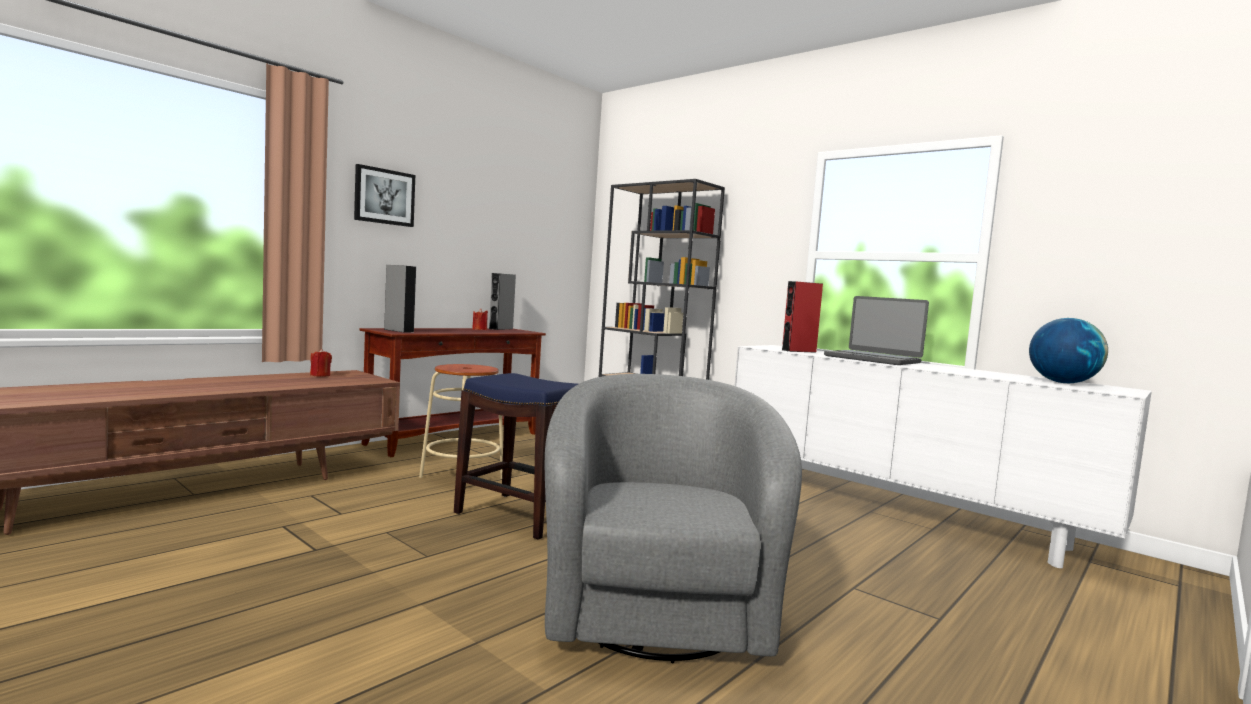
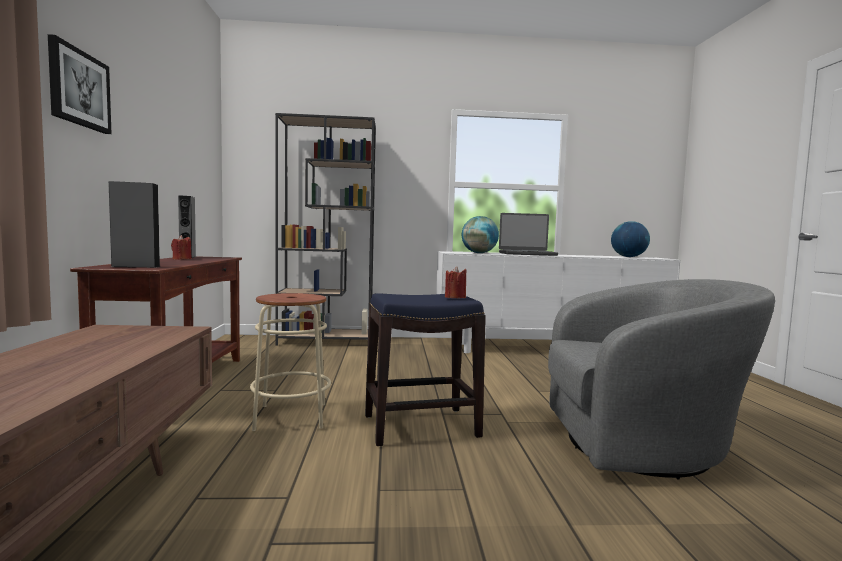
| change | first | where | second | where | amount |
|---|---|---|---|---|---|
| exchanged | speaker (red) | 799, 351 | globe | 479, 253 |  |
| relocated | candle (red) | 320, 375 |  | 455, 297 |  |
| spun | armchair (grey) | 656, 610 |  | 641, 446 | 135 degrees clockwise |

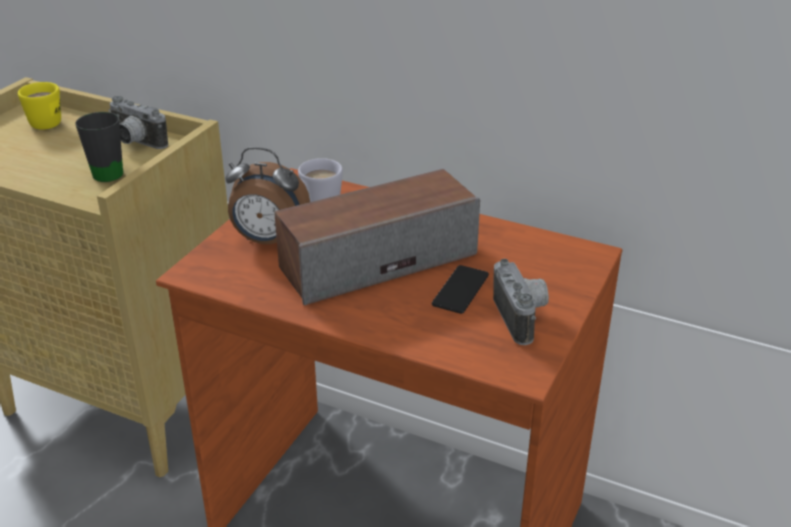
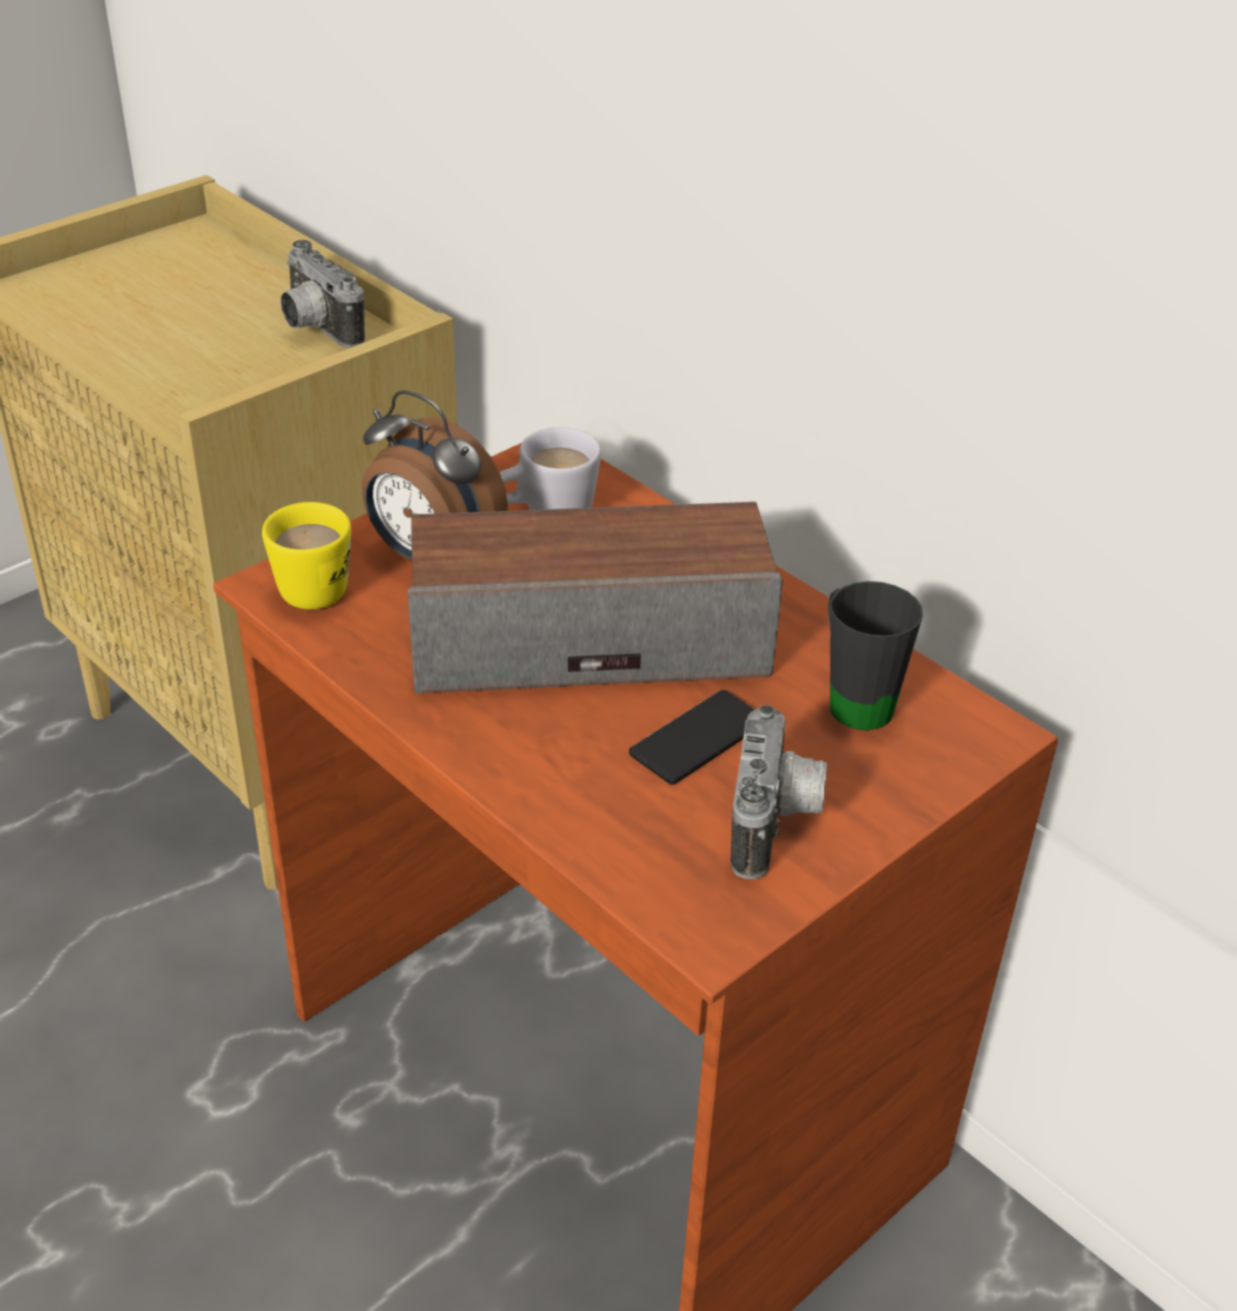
| change | first | where | second | where | amount |
|---|---|---|---|---|---|
| relocated | mug (yellow) | 44, 121 |  | 313, 584 |  |
| relocated | mug (black) | 103, 171 |  | 852, 698 |  |

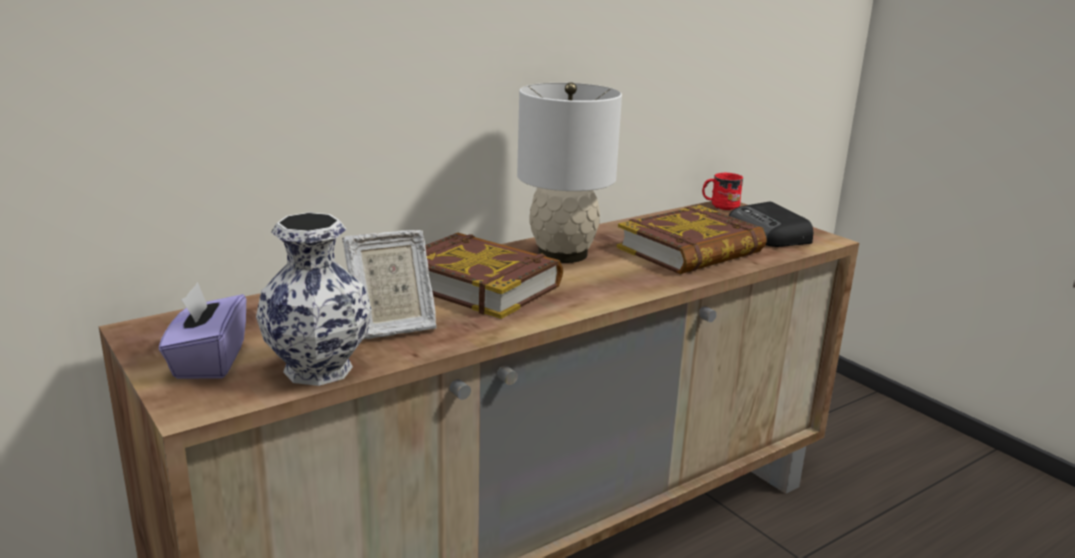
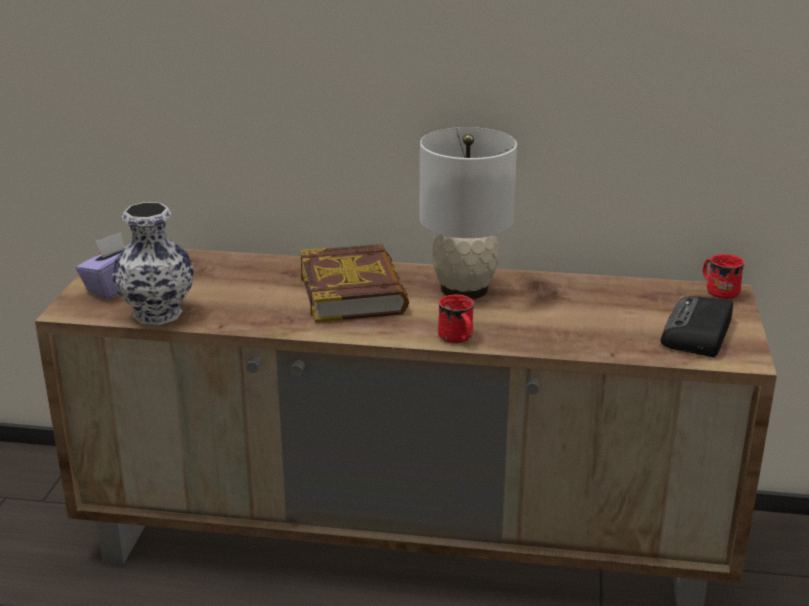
| change | first | where | second | where | amount |
|---|---|---|---|---|---|
| missing | book | 691, 250 |  |  |  |
| missing | picture frame | 391, 326 |  |  |  |
| appeared |  |  | mug (red) | 457, 339 |  |

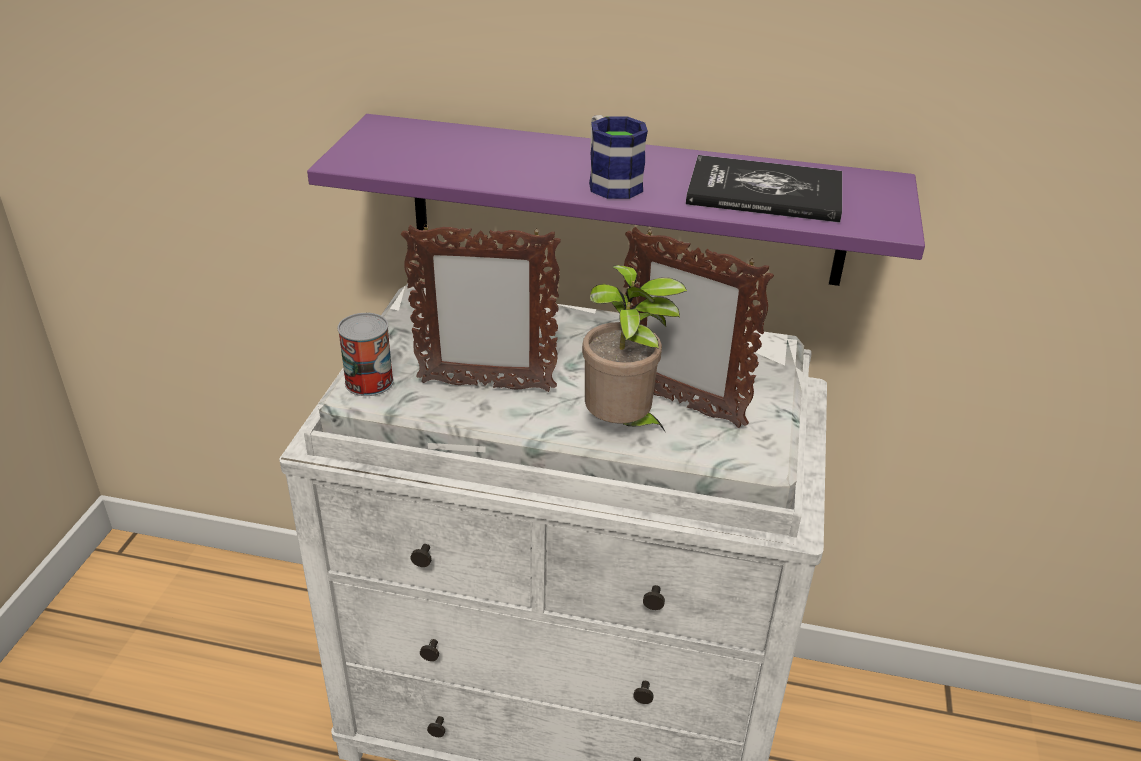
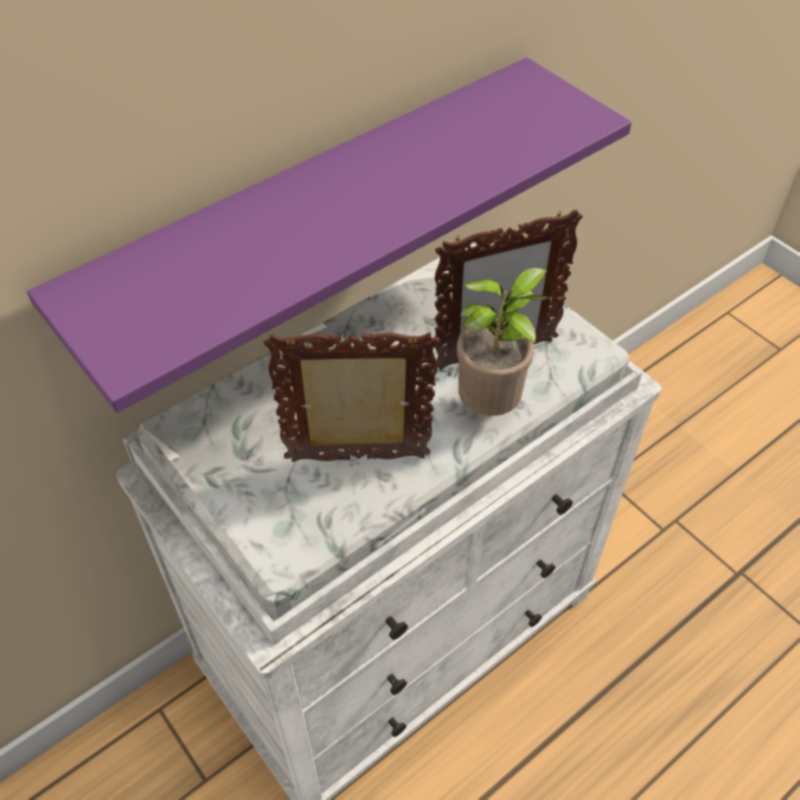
| change | first | where | second | where | amount |
|---|---|---|---|---|---|
| missing | mug | 610, 182 |  |  |  |
| missing | book | 764, 192 |  |  |  |
| spun | picture frame | 485, 386 |  | 359, 459 | 135 degrees counterclockwise |
| missing | can | 369, 382 |  |  |  |

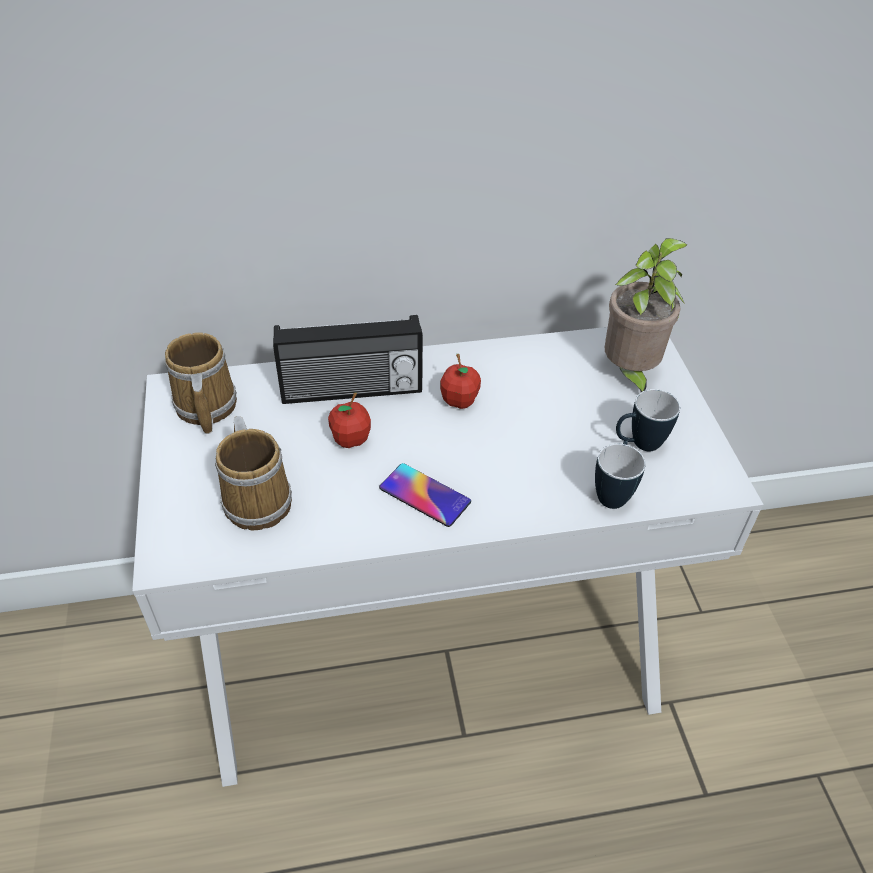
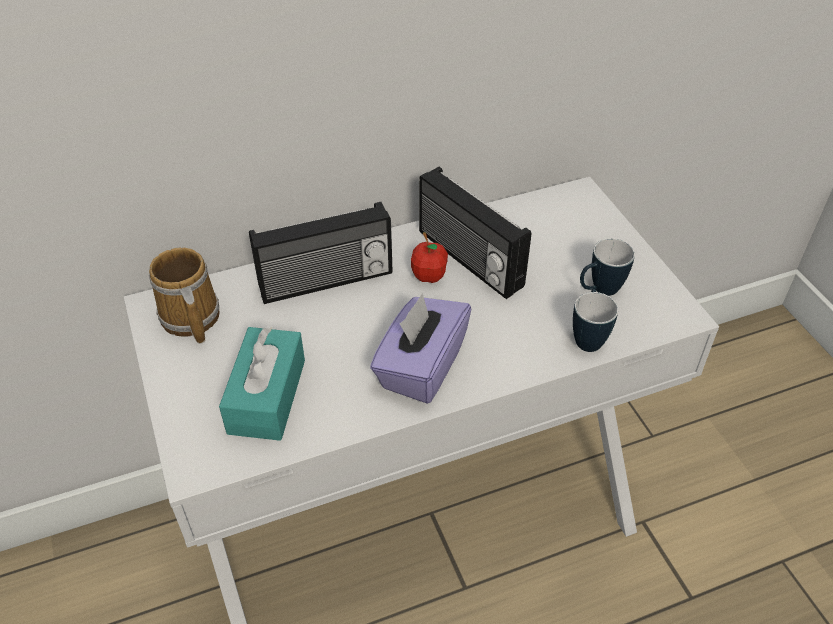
| change | first | where | second | where | amount |
|---|---|---|---|---|---|
| missing | potted plant | 629, 374 |  |  |  |
| missing | apple | 350, 439 |  |  |  |
| exchanged | mug | 259, 498 | tissue box (turquoise) | 267, 396 |  |
| exchanged | phone | 425, 495 | tissue box (purple) | 421, 367 |  |
| appeared |  |  | radio | 468, 260 |  |

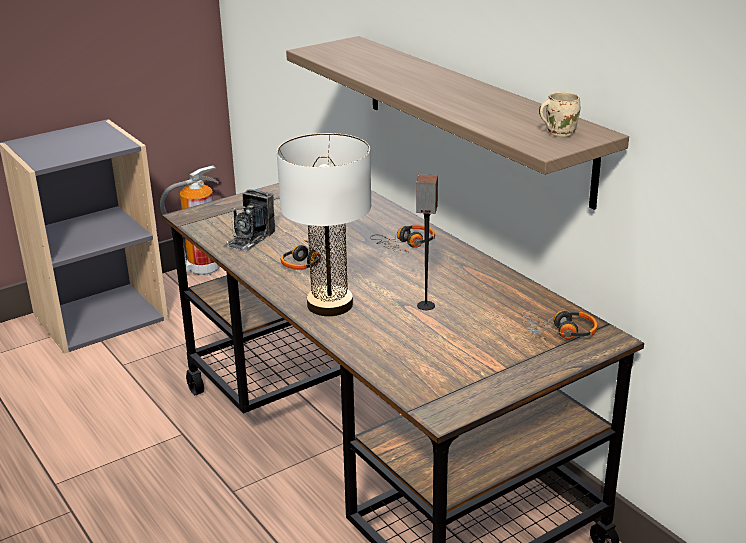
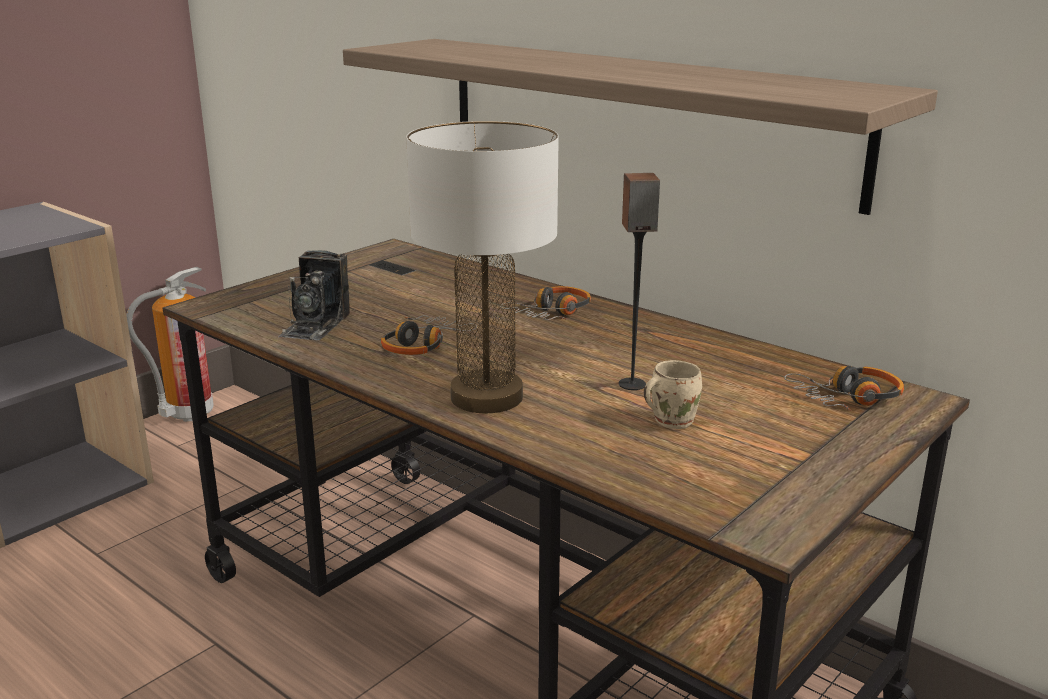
| change | first | where | second | where | amount |
|---|---|---|---|---|---|
| relocated | mug (beige) | 558, 132 |  | 670, 420 |  |

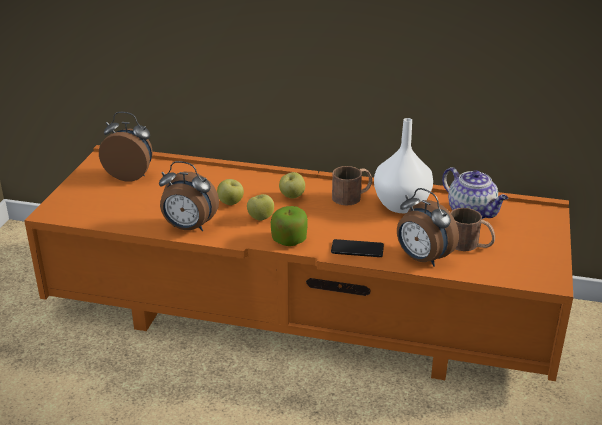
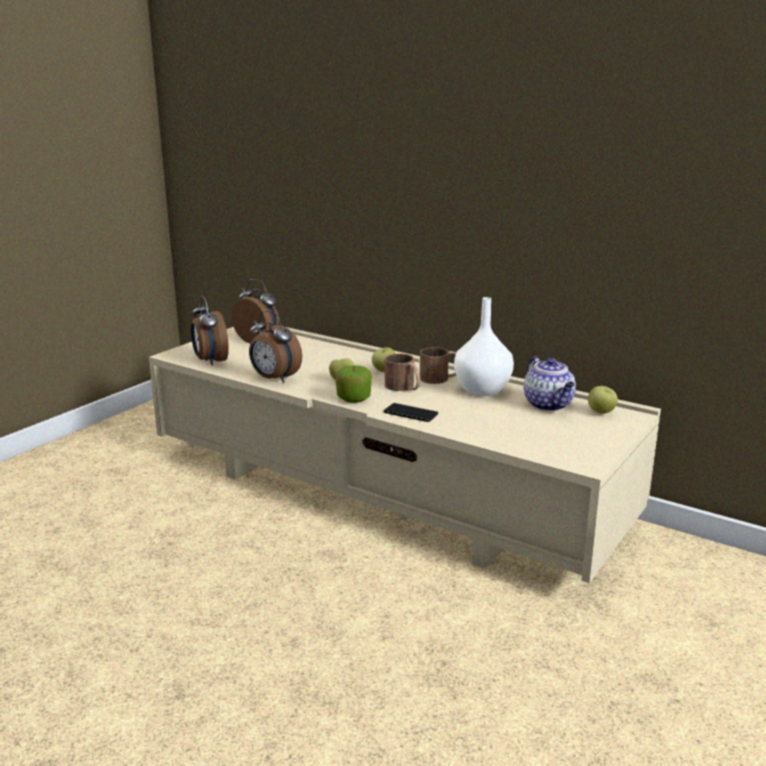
| change | first | where | second | where | amount |
|---|---|---|---|---|---|
| colour | tv stand (orange) | 302, 309 | tv stand (beige) | 385, 488 |  |
| relocated | apple | 231, 203 |  | 601, 412 |  |
| relocated | alarm clock | 422, 259 |  | 210, 361 |  |
| relocated | mug (brown) | 470, 244 |  | 404, 387 |  |

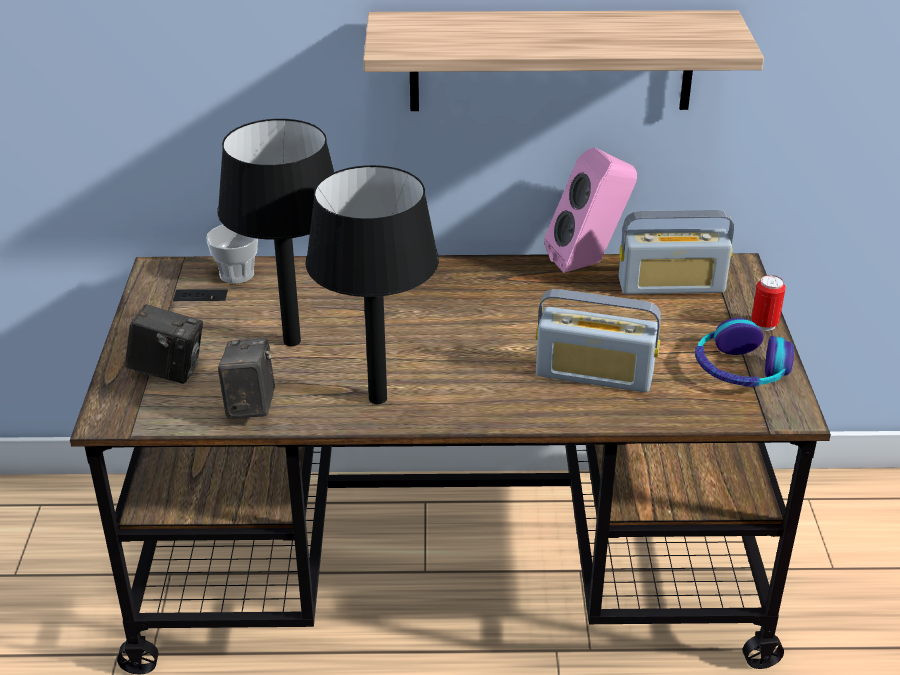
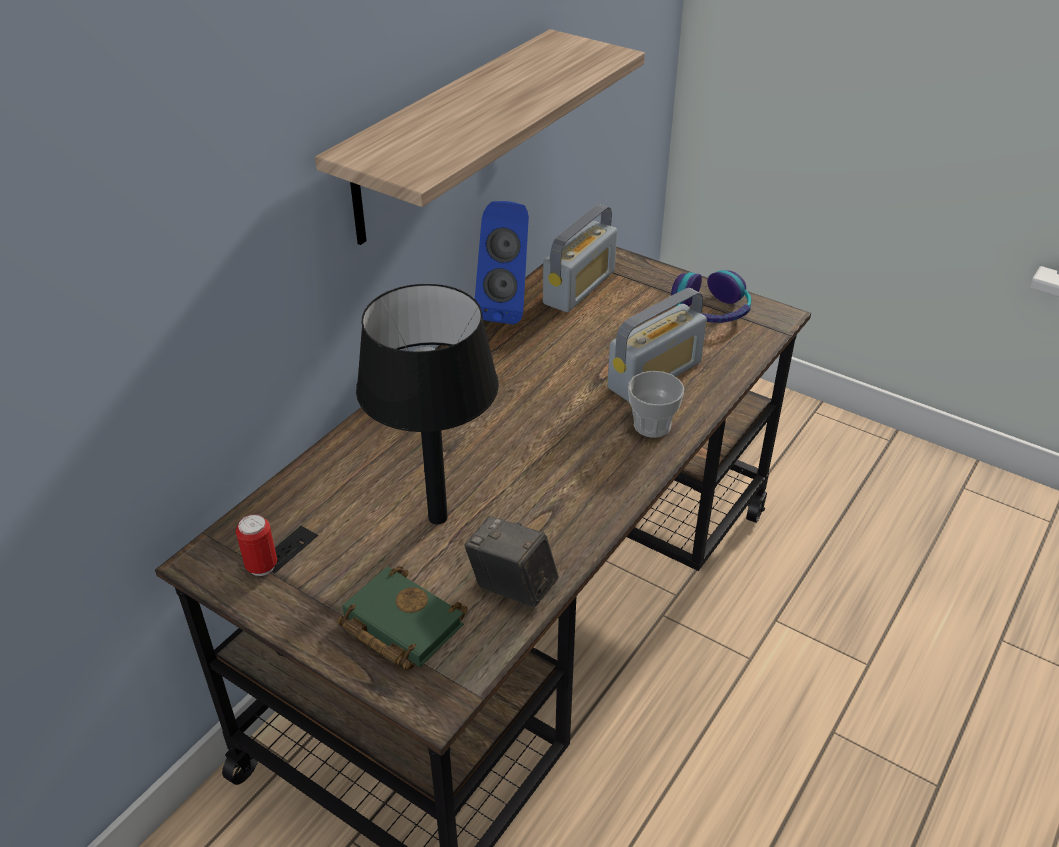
| change | first | where | second | where | amount |
|---|---|---|---|---|---|
| colour | speaker (pink) | 588, 264 | speaker (blue) | 508, 308 |  |
| missing | table lamp (black) | 378, 397 |  |  |  |
| relocated | cup | 236, 274 |  | 652, 425 |  |
| relocated | can | 764, 324 |  | 262, 566 |  |
| exchanged | photo camera | 168, 371 | book (green) | 398, 624 |  |

